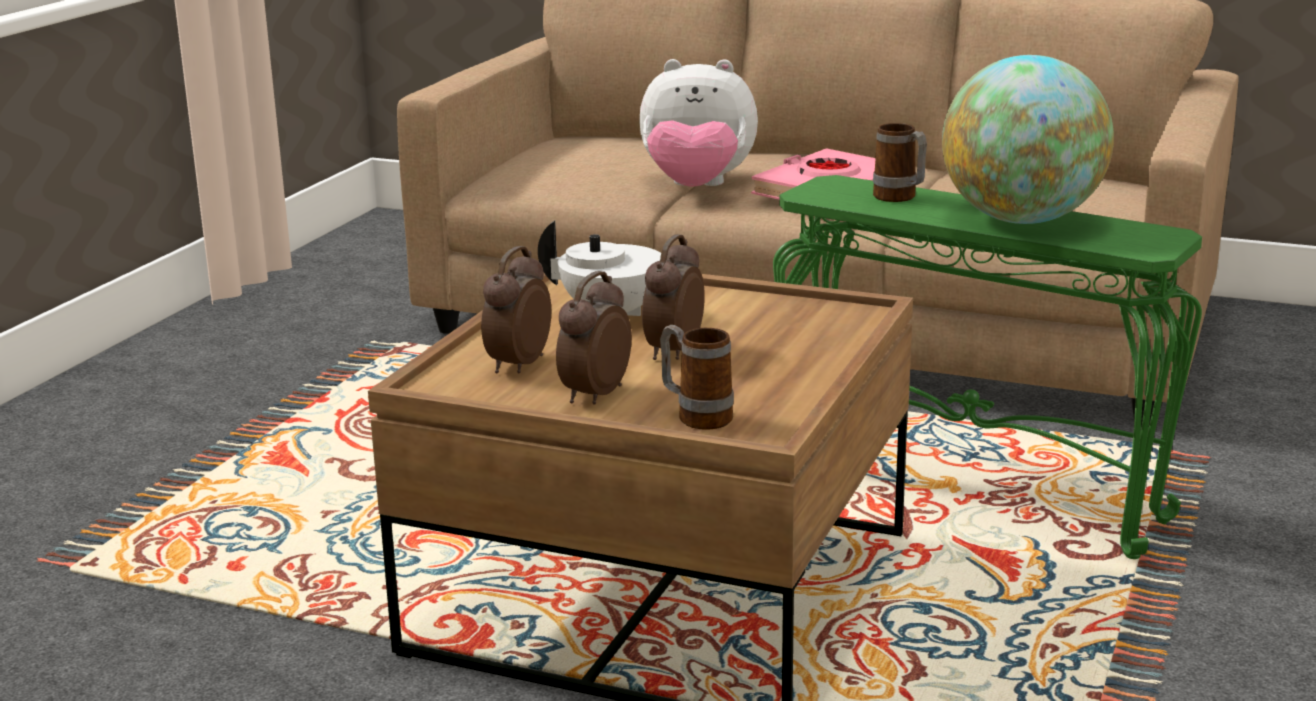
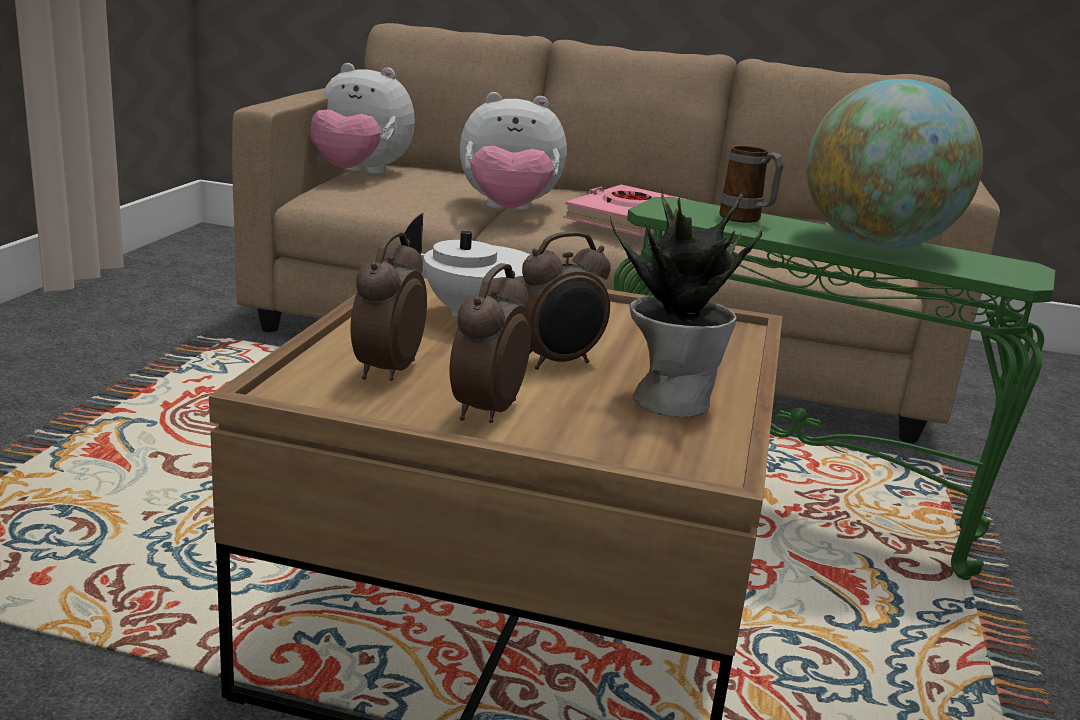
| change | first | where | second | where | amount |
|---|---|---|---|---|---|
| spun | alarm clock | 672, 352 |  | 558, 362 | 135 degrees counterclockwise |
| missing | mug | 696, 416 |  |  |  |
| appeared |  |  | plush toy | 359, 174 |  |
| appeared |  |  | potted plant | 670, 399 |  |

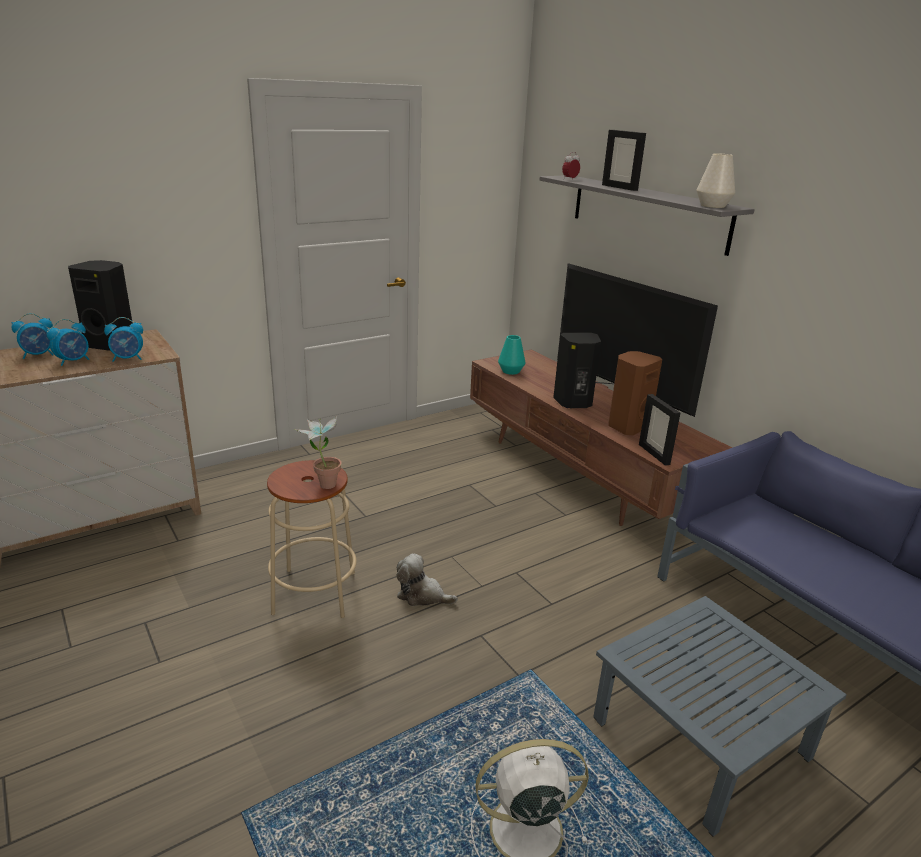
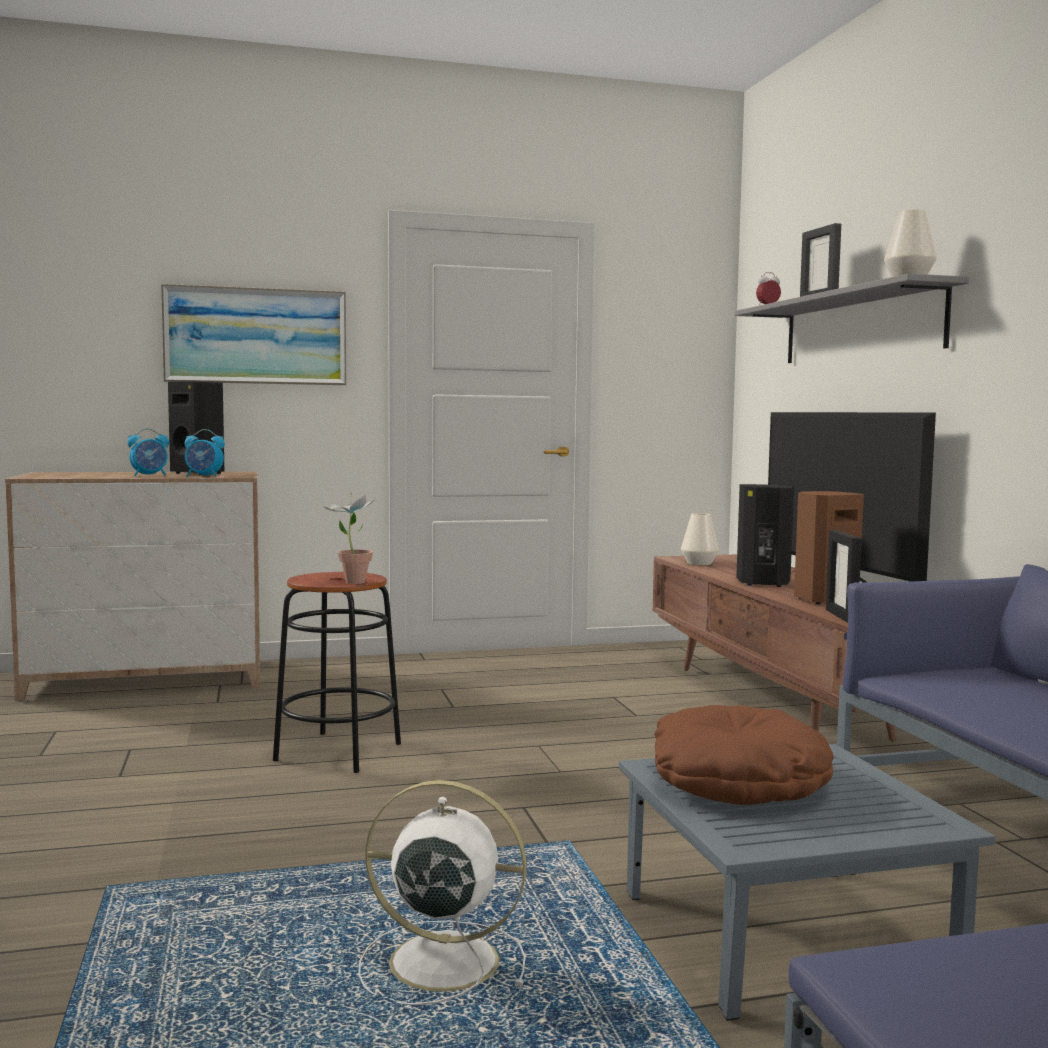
| change | first | where | second | where | amount |
|---|---|---|---|---|---|
| missing | alarm clock | 39, 355 |  |  |  |
| colour | vase (turquoise) | 511, 371 | vase (white) | 699, 563 |  |
| colour | stool (beige) | 314, 592 | stool (black) | 338, 751 |  |
| missing | plush toy | 422, 595 |  |  |  |
| appeared |  |  | picture | 256, 336 |  |
| appeared |  |  | pillow (brown) | 740, 783 |  |

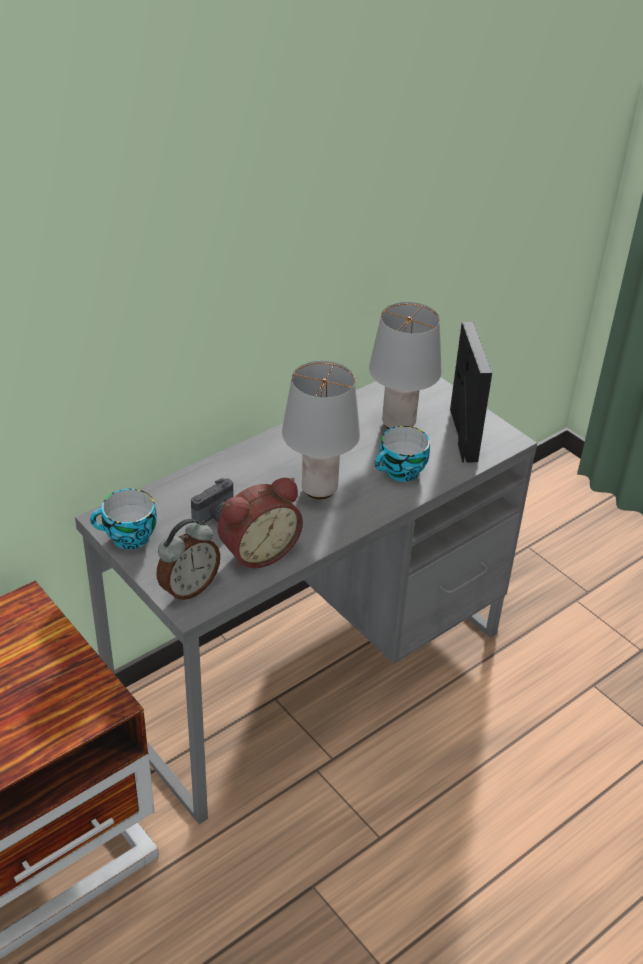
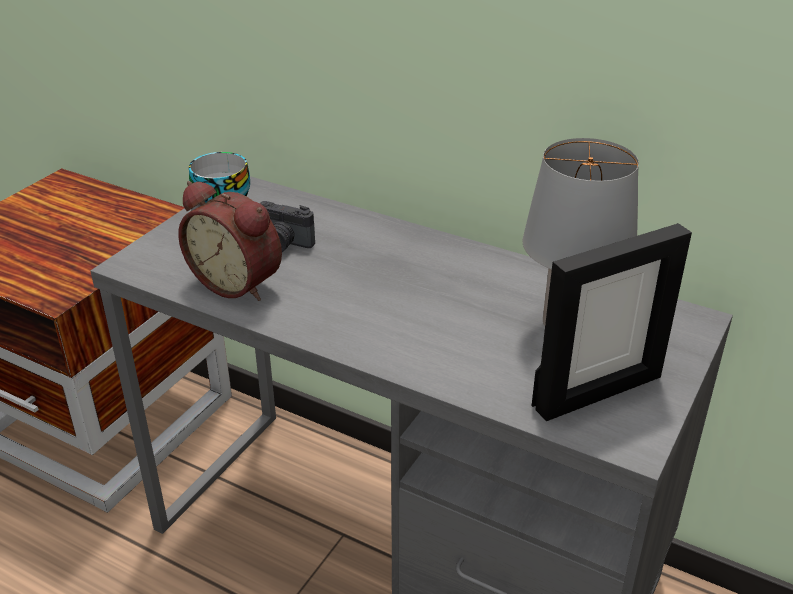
| change | first | where | second | where | amount |
|---|---|---|---|---|---|
| missing | table lamp (grey) | 319, 489 |  |  |  |
| missing | cup | 401, 472 |  |  |  |
| missing | alarm clock | 188, 588 |  |  |  |

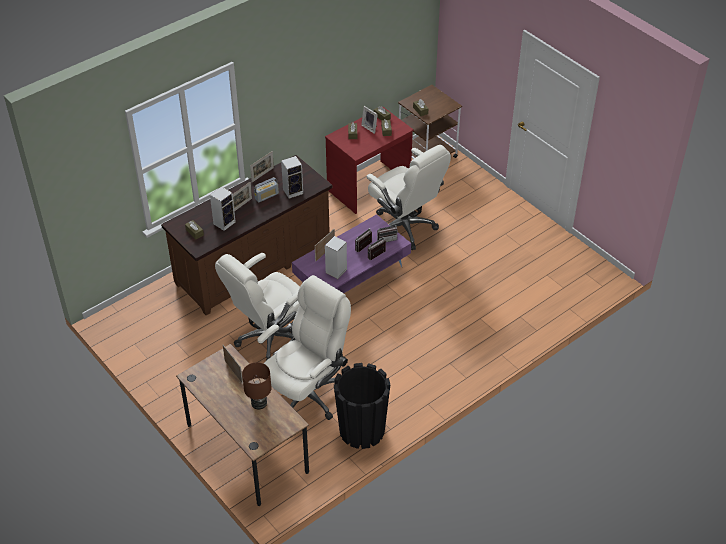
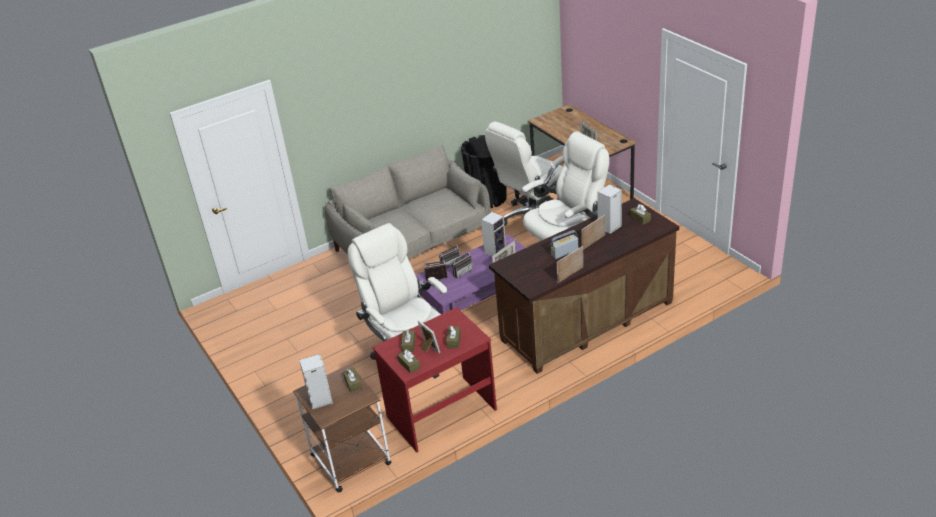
| change | first | where | second | where | amount |
|---|---|---|---|---|---|
| relocated | speaker | 293, 191 |  | 319, 400 |  |
| missing | table lamp (brown) | 259, 403 |  |  |  |
| appeared |  |  | sofa (beige) | 413, 243 |  |

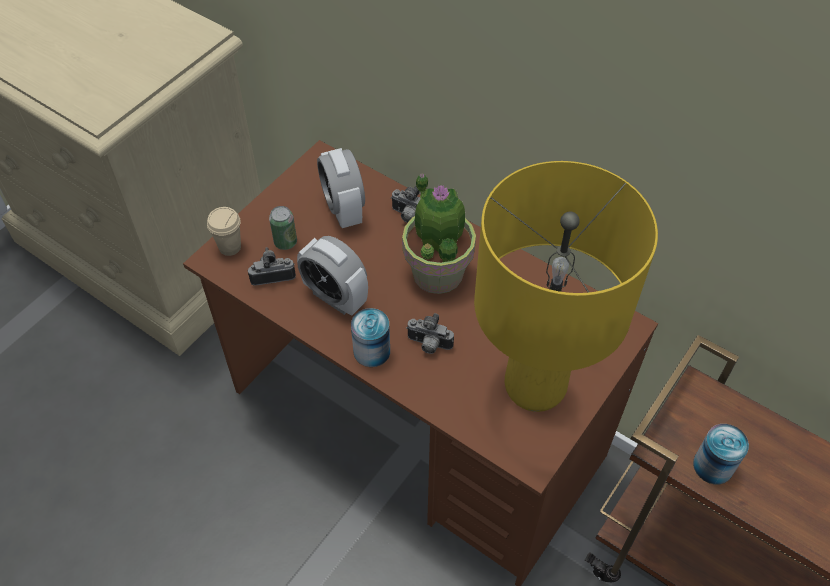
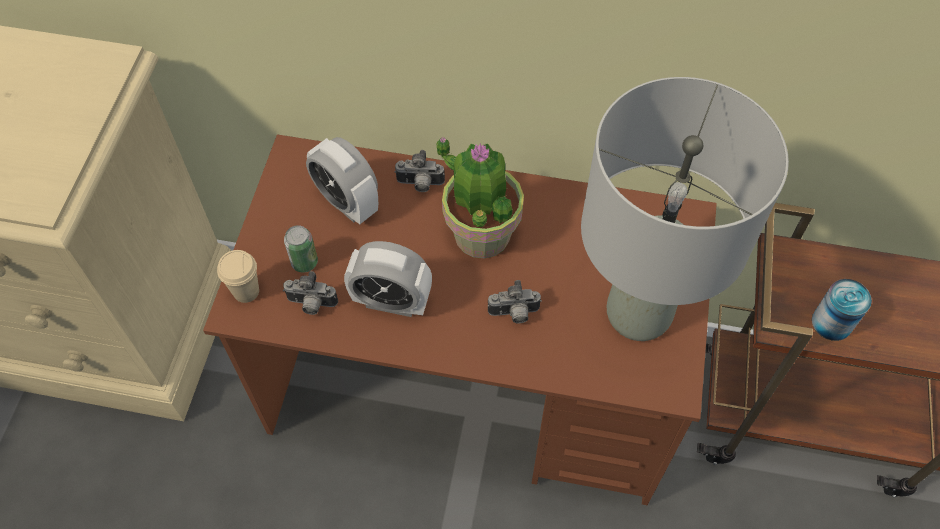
| change | first | where | second | where | amount |
|---|---|---|---|---|---|
| colour | table lamp (yellow) | 534, 387 | table lamp (grey) | 638, 315 |  |
| spun | photo camera | 272, 275 |  | 311, 304 | 135 degrees counterclockwise |
| missing | can | 372, 351 |  |  |  |

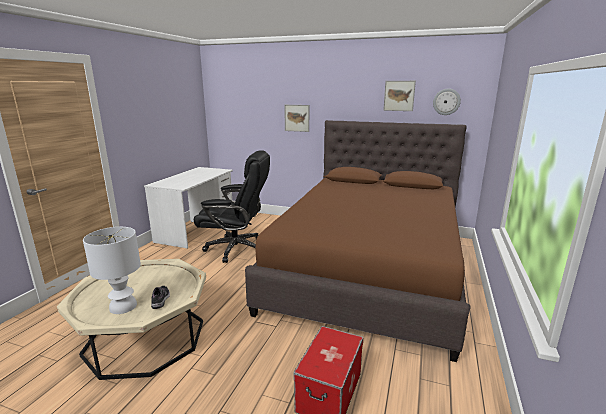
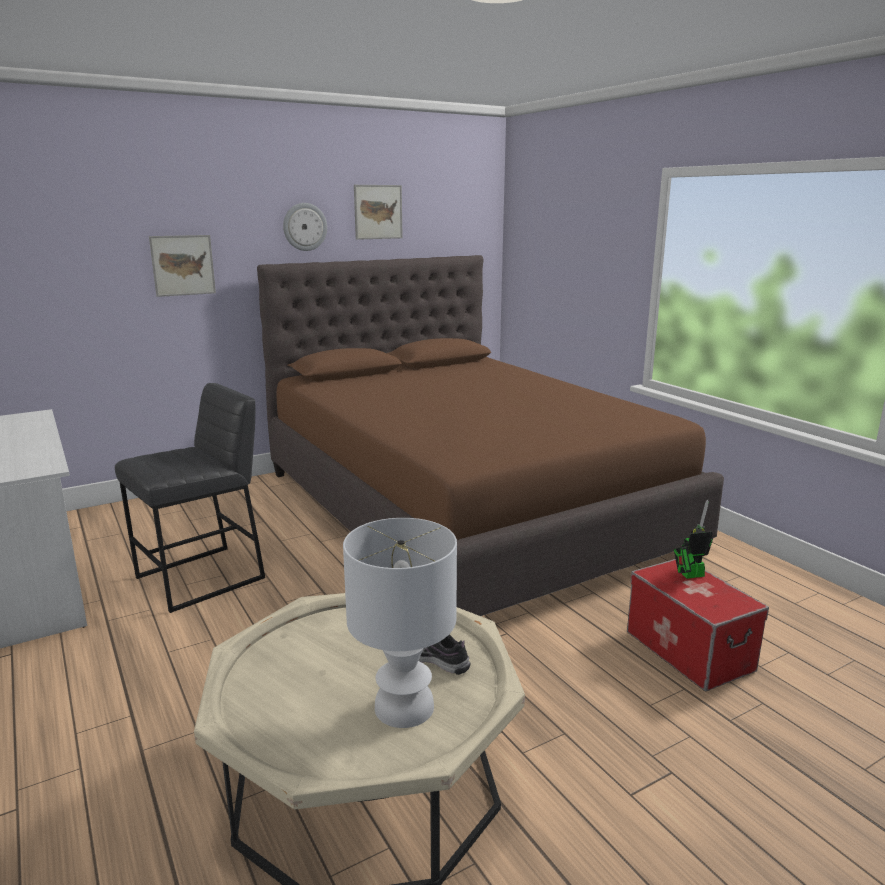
| change | first | where | second | where | amount |
|---|---|---|---|---|---|
| relocated | wall clock | 446, 101 |  | 304, 227 |  |
| exchanged | office chair (black) | 236, 249 | stool (grey) | 202, 577 |  |
| appeared |  |  | toy robot | 689, 575 |  |

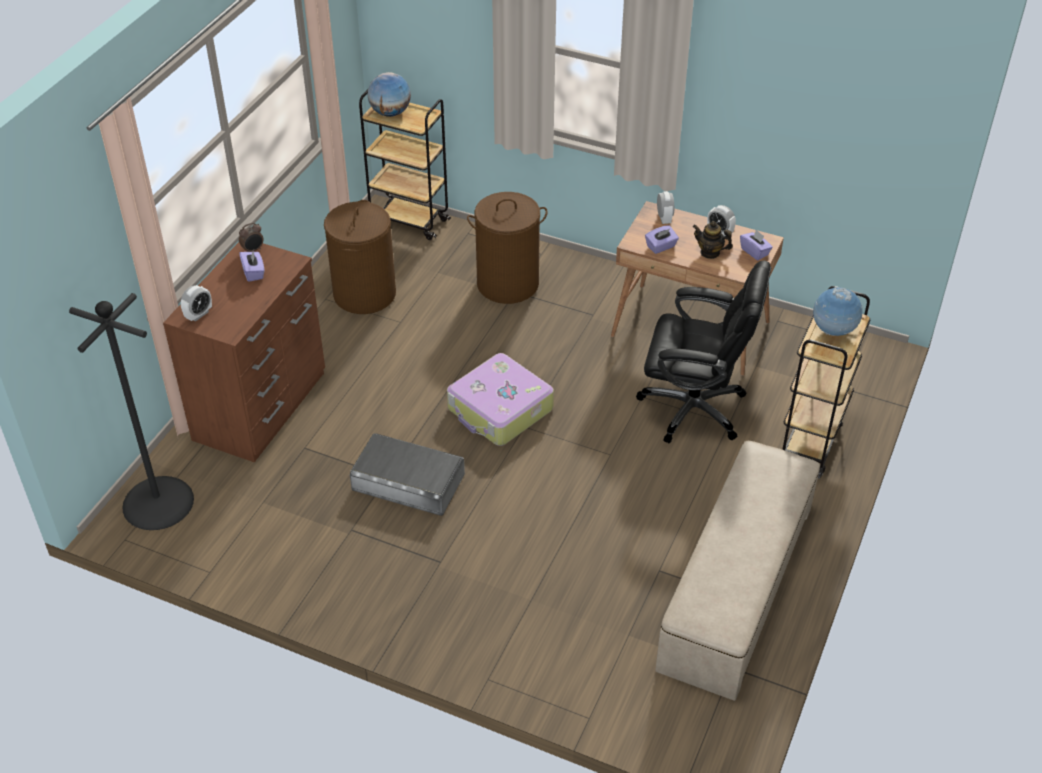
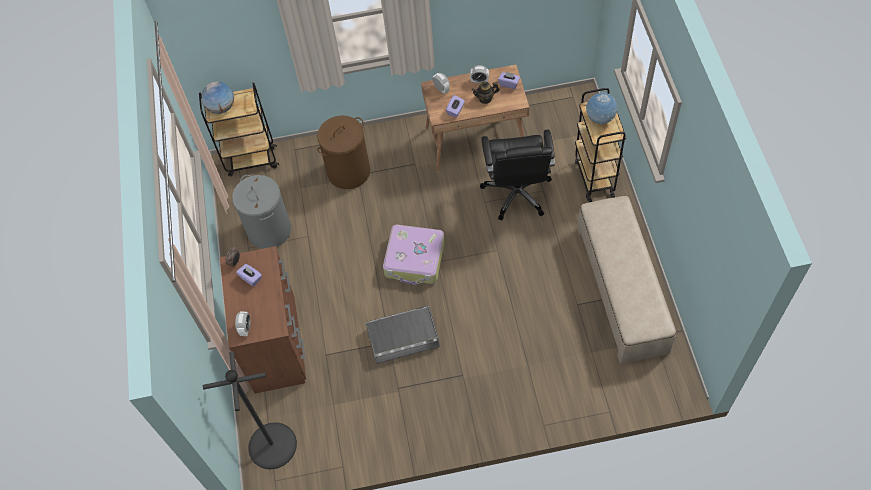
| change | first | where | second | where | amount |
|---|---|---|---|---|---|
| colour | laundry basket (brown) | 364, 294 | laundry basket (grey) | 269, 230 |  |
| spun | office chair (black) | 693, 408 |  | 517, 192 | 105 degrees clockwise |

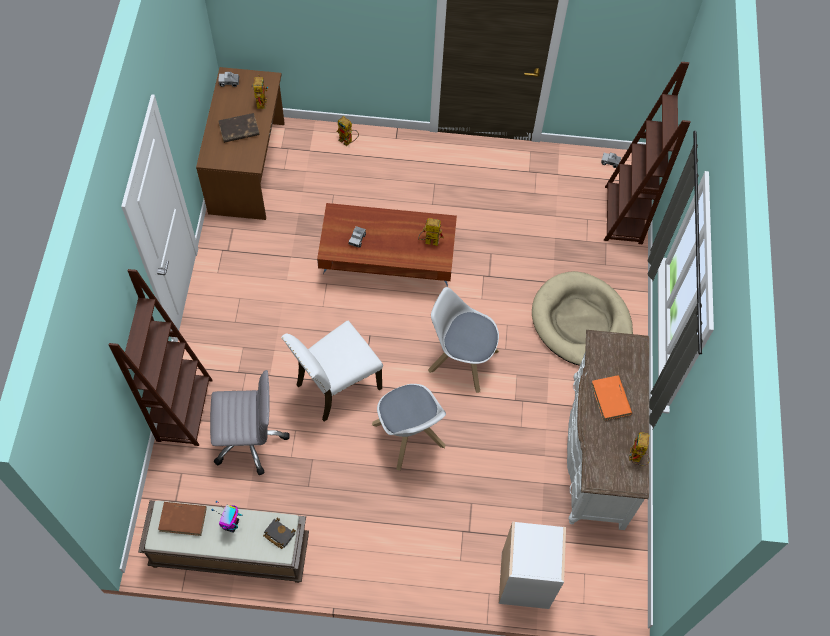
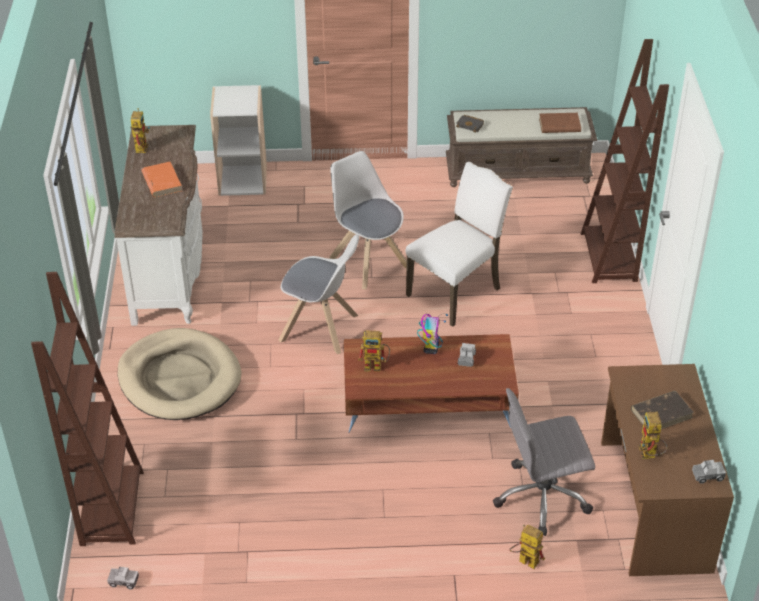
| change | first | where | second | where | amount |
|---|---|---|---|---|---|
| relocated | office chair (grey) | 249, 439 |  | 541, 497 |  |
| relocated | toy robot | 231, 525 |  | 431, 348 |  |

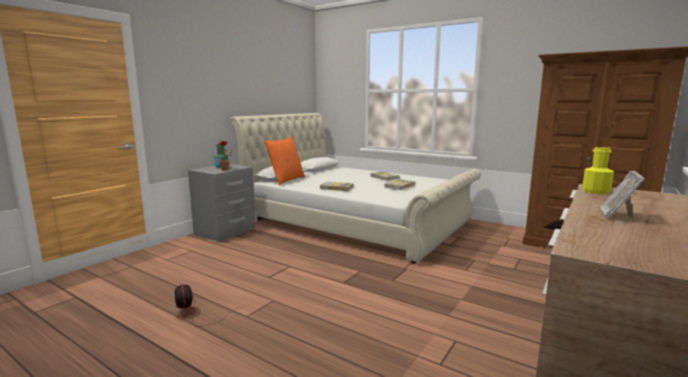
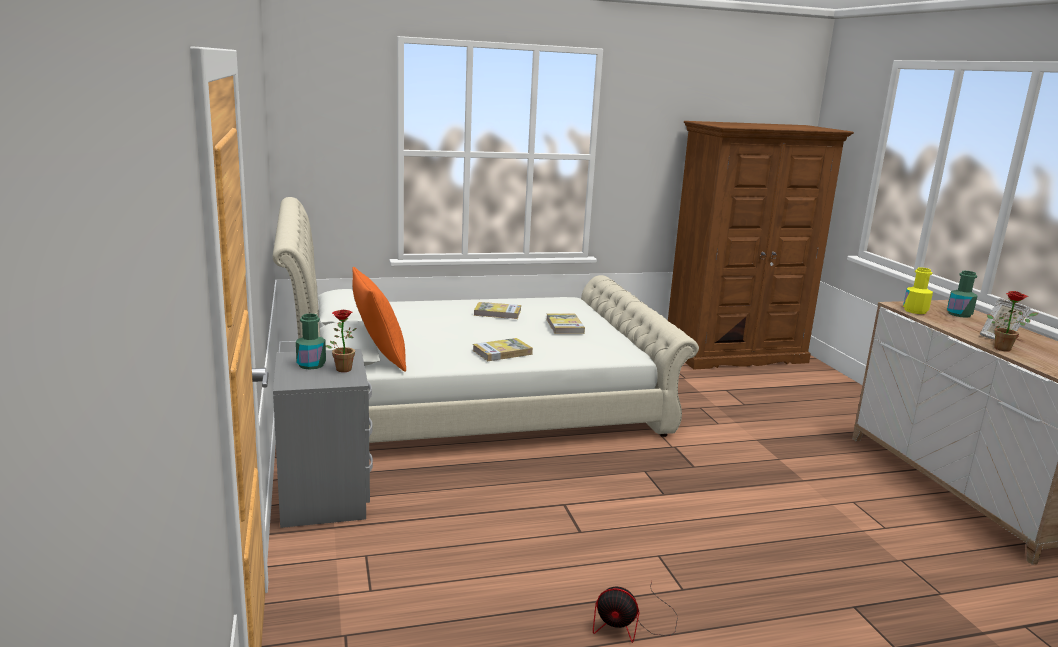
| change | first | where | second | where | amount |
|---|---|---|---|---|---|
| appeared |  |  | bottle (green) | 959, 314 |  |
| appeared |  |  | potted plant | 1005, 348 |  |

